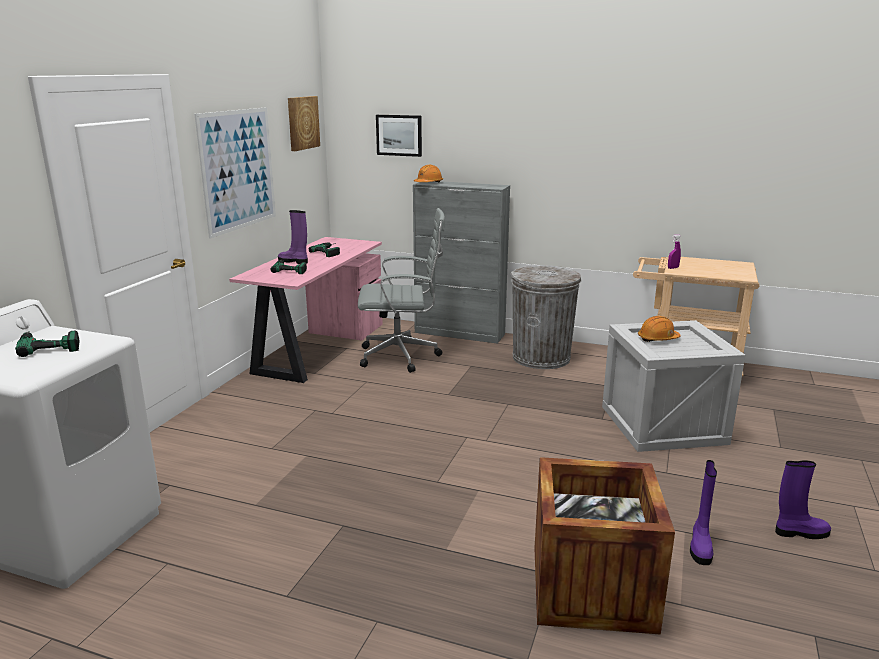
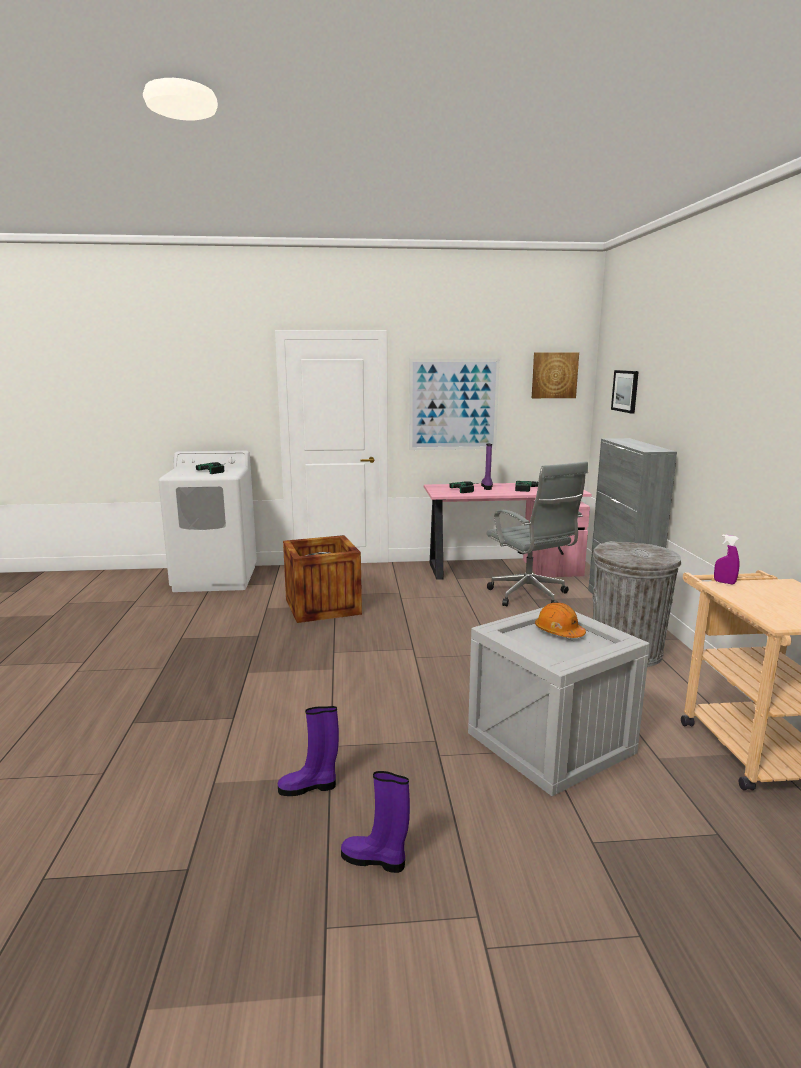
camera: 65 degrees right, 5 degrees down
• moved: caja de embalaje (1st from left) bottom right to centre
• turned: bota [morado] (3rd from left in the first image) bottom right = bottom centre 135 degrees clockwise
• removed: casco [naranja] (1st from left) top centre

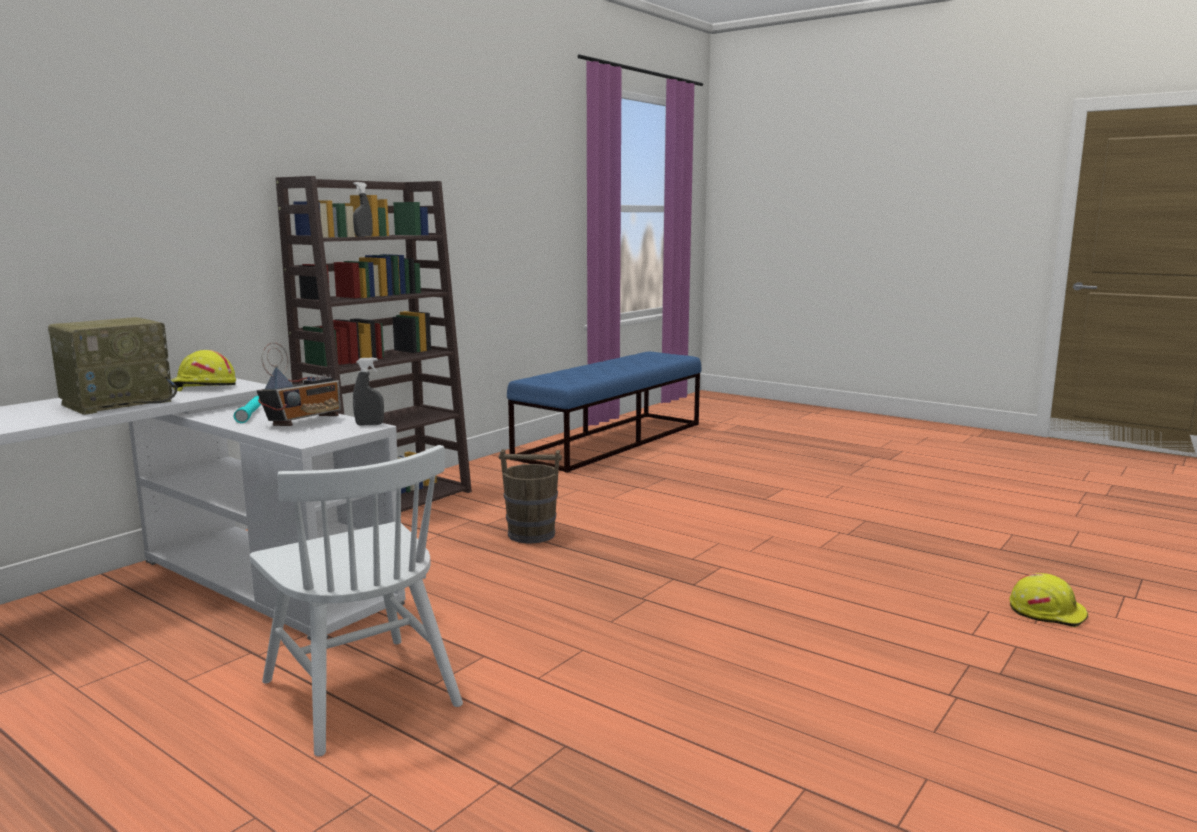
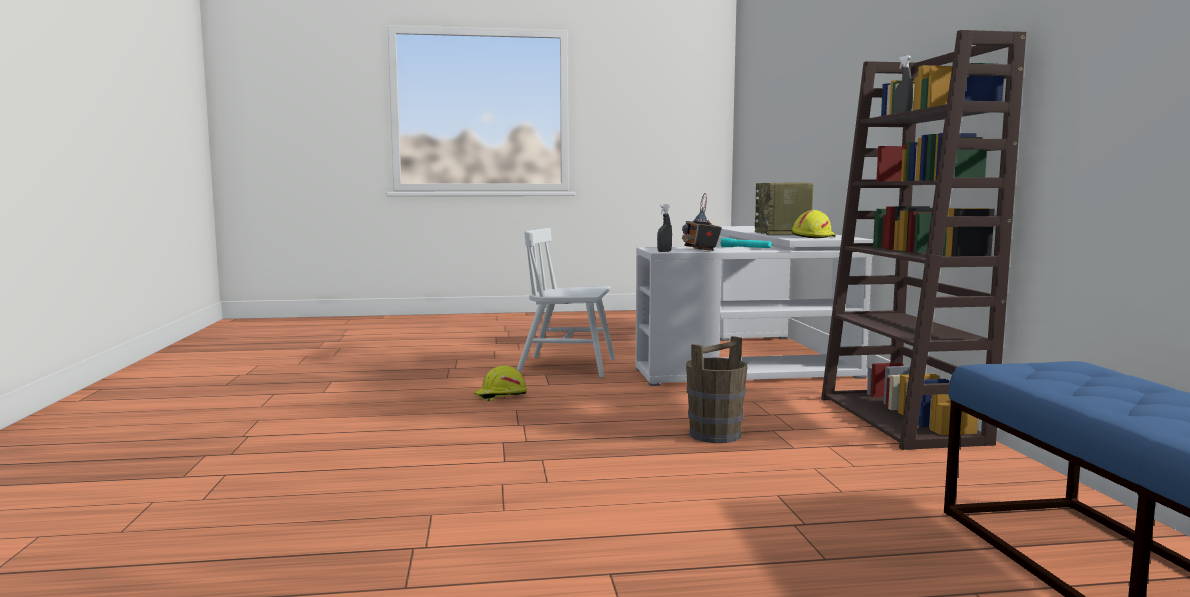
camera: 135 degrees right, 5 degrees down
• moved: casco [amarillo] (2nd from left in the first image) bottom right to casco [amarillo] (1st from left) centre

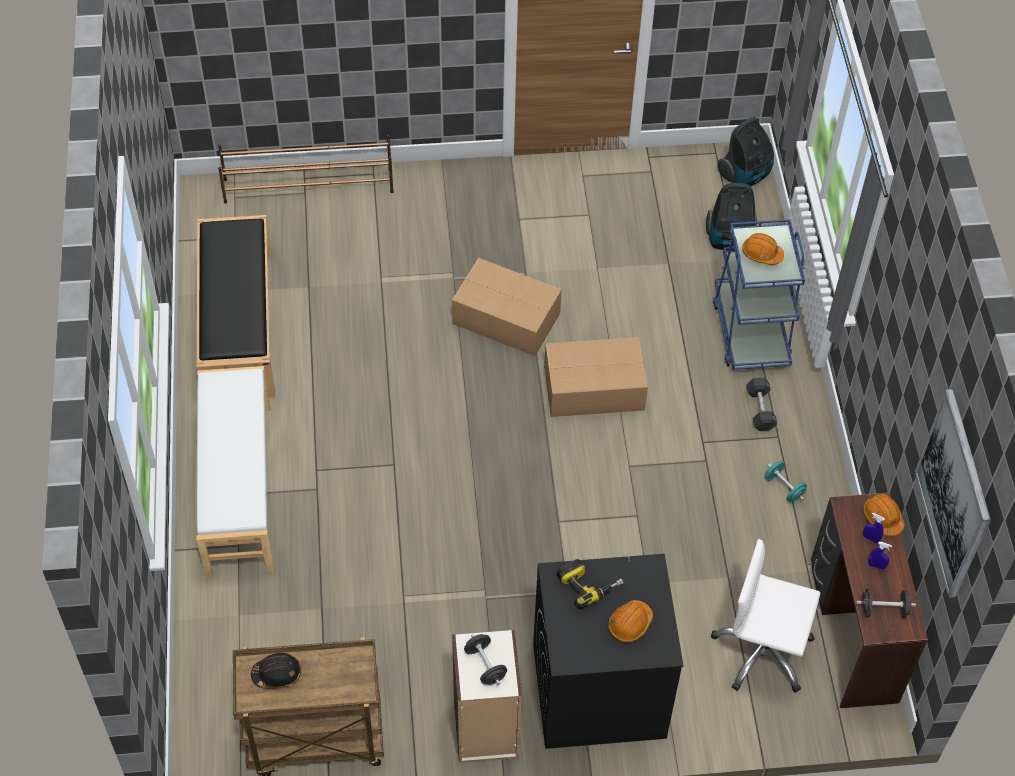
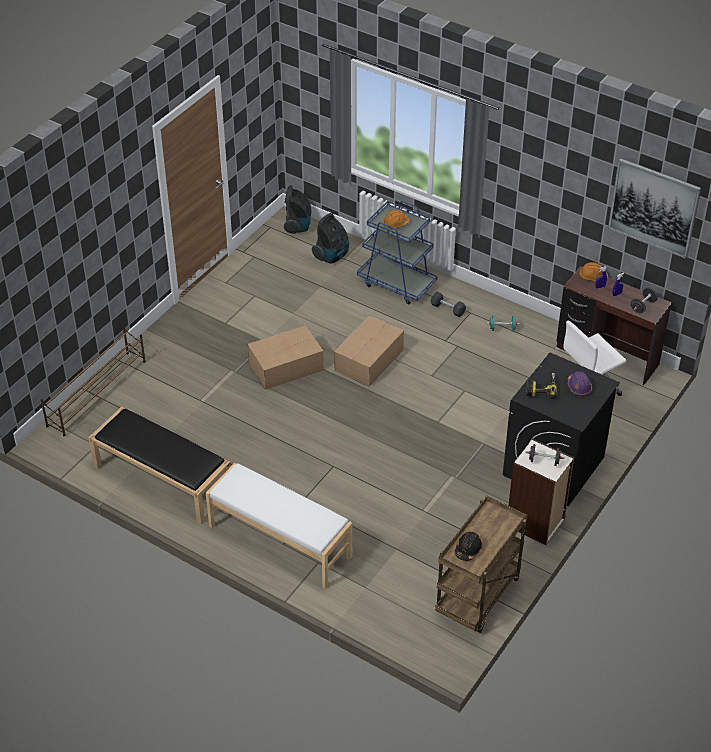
camera: 50 degrees left, 10 degrees down
• recoloured: casco [naranja] (1st from left) bottom centre to casco [morado] middle right

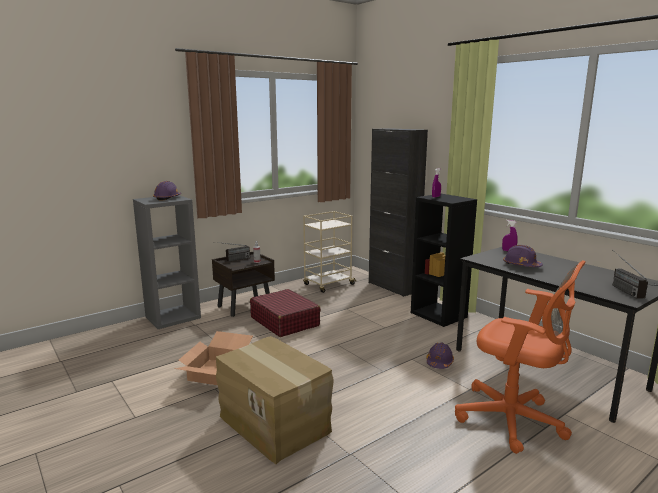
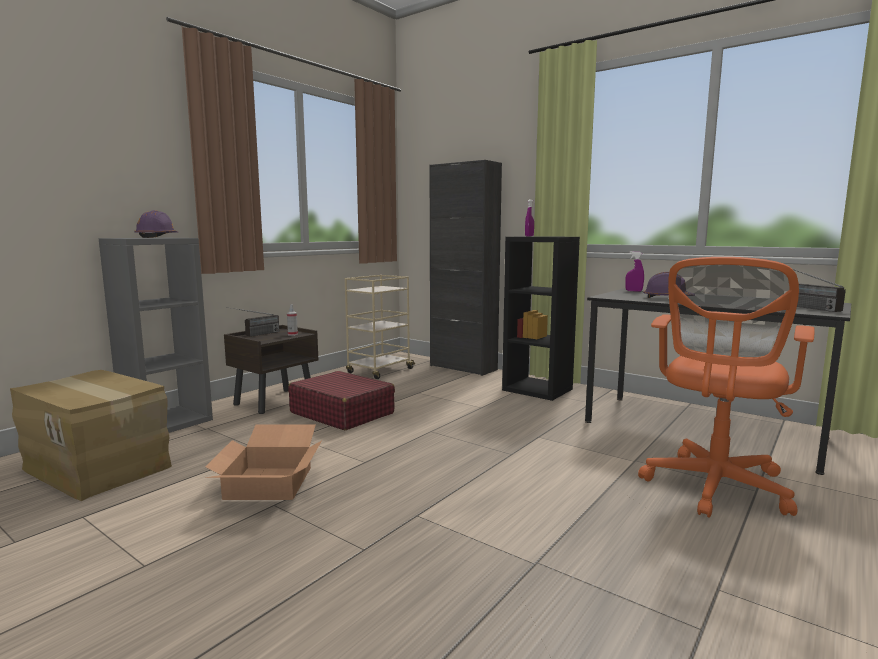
camera: 15 degrees left, 5 degrees down
• moved: caja de cartón (2nd from left in the first image) bottom centre to caja de cartón (1st from left) middle left
• turned: silla de oficina [naranja] bottom right = middle right 105 degrees clockwise
• removed: casco [morado] (2nd from left) bottom right

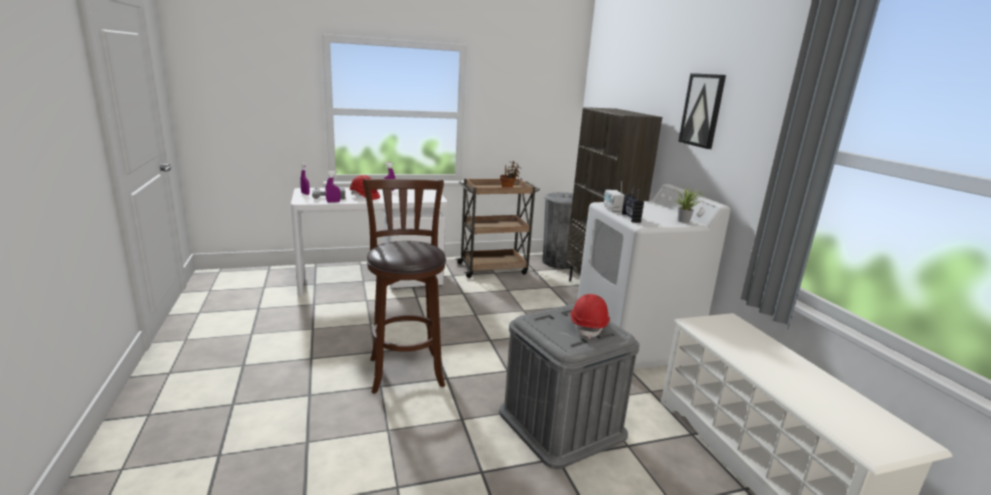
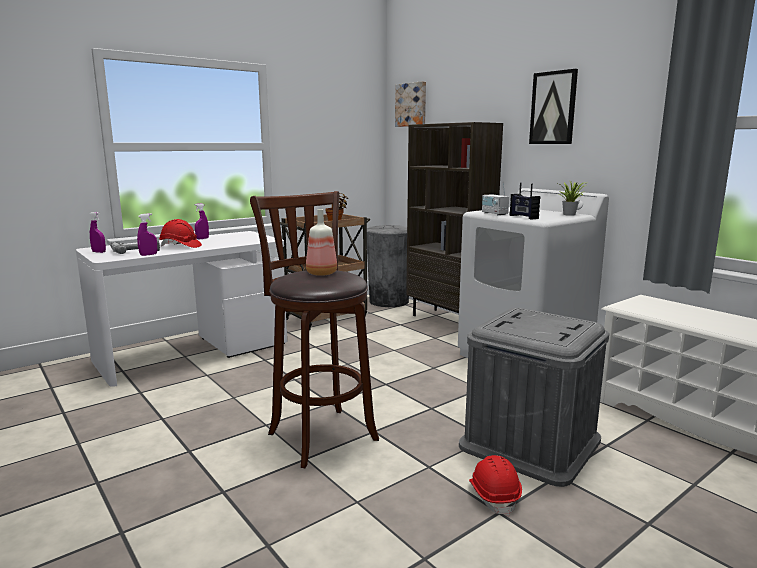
camera: 20 degrees left, 5 degrees down
• added: botella centre
• added: cuadro (1st from left) top centre
• moved: casco [rojo] (2nd from left) centre to bottom centre

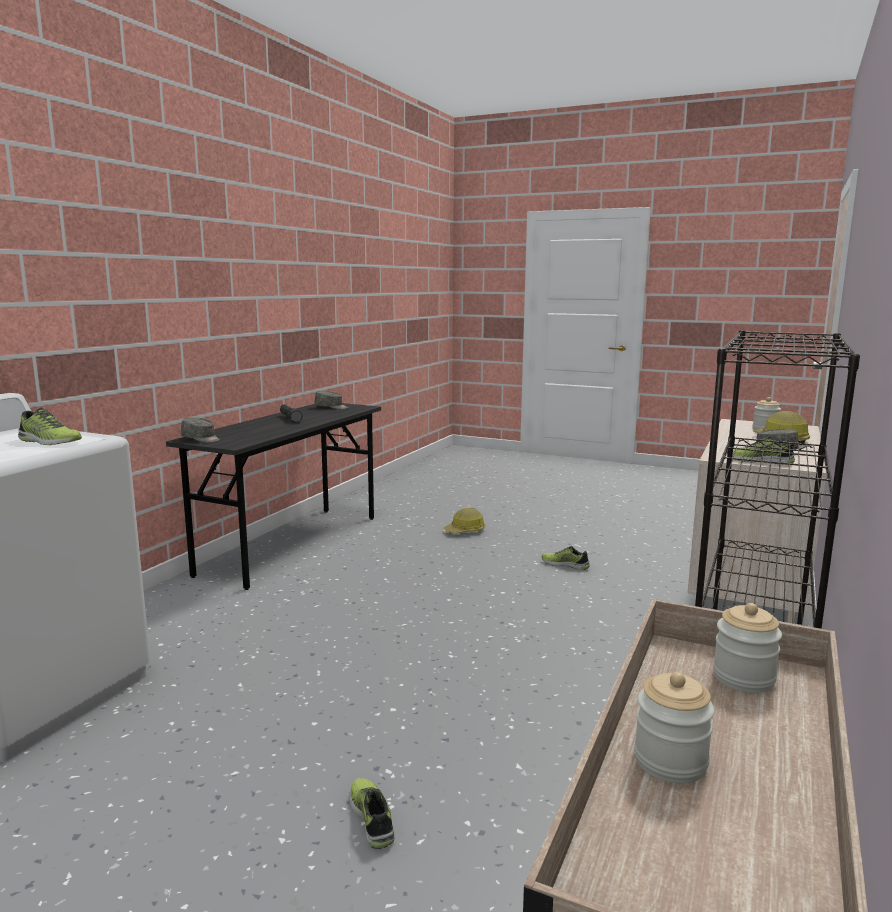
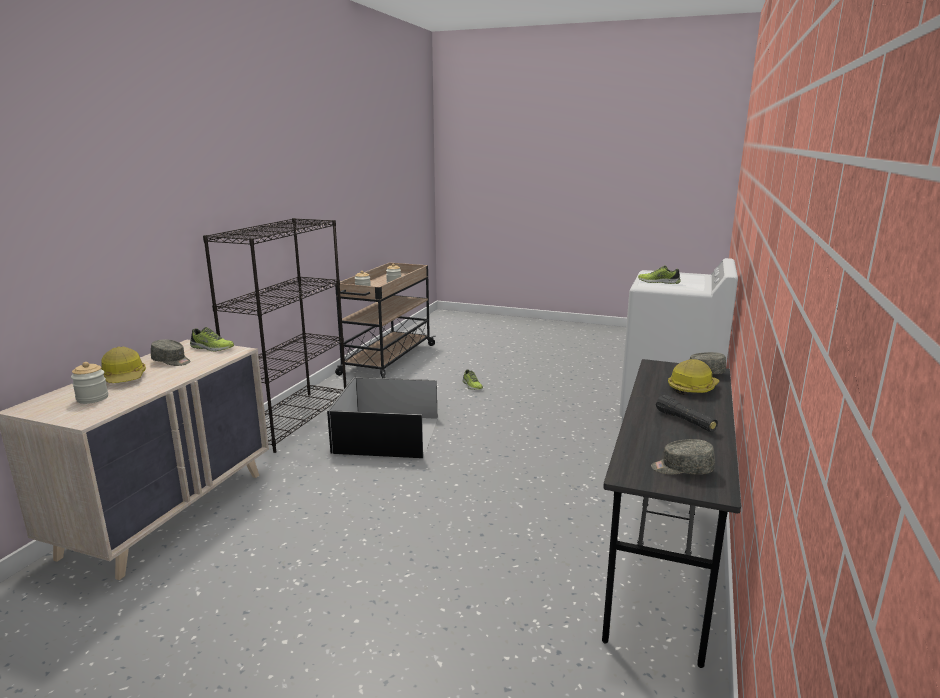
camera: 175 degrees right, 5 degrees up
• added: caja de almacenaje [negro] centre
• moved: casco (1st from left in the first image) centre to casco (2nd from left) middle right
• removed: zapato (3rd from left) centre

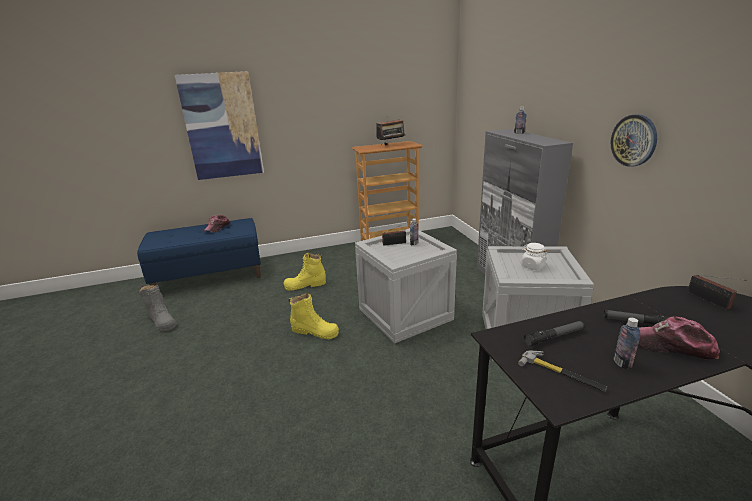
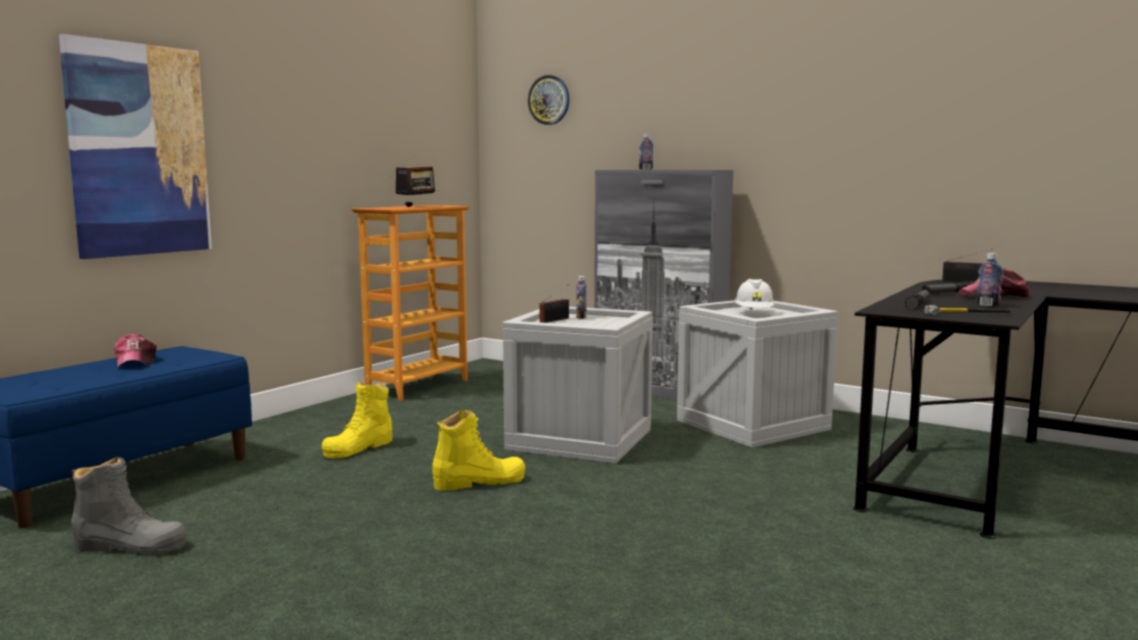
camera: 40 degrees left, 15 degrees down
• moved: reloj de pared top right to top centre
• replaced: tarro [blanco] middle right to casco [blanco] centre

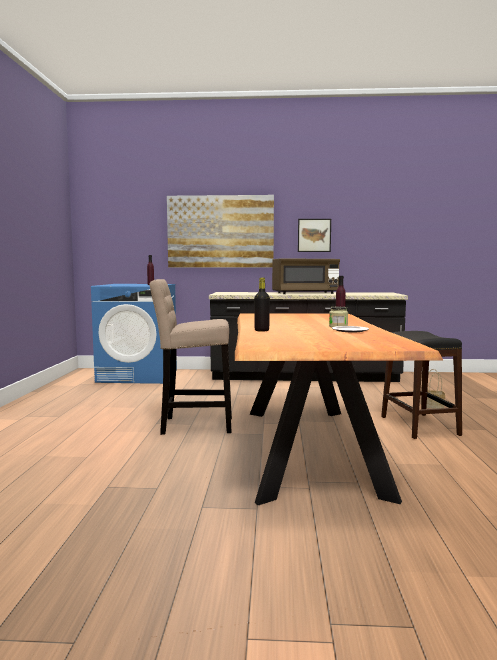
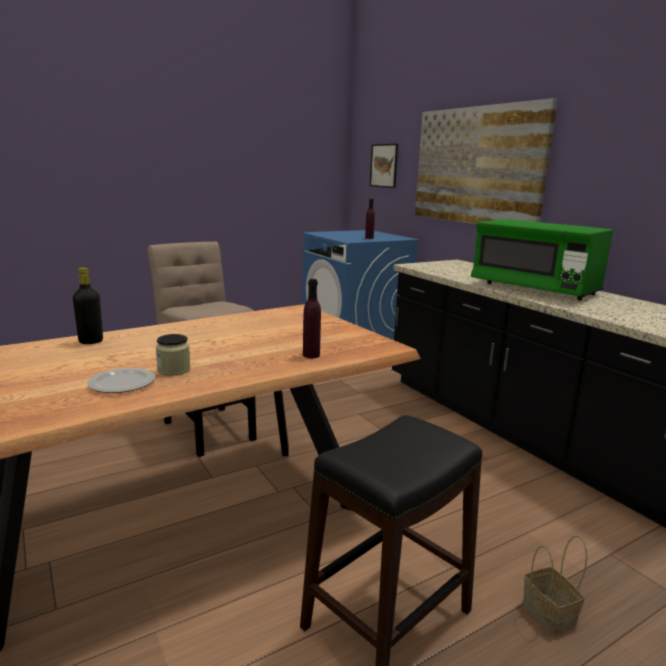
camera: 55 degrees right, 10 degrees up
• moved: cuadro (2nd from left in the first image) centre to cuadro (1st from left) top centre
• recoloured: microondas [marrón] centre to microondas [verde] middle right

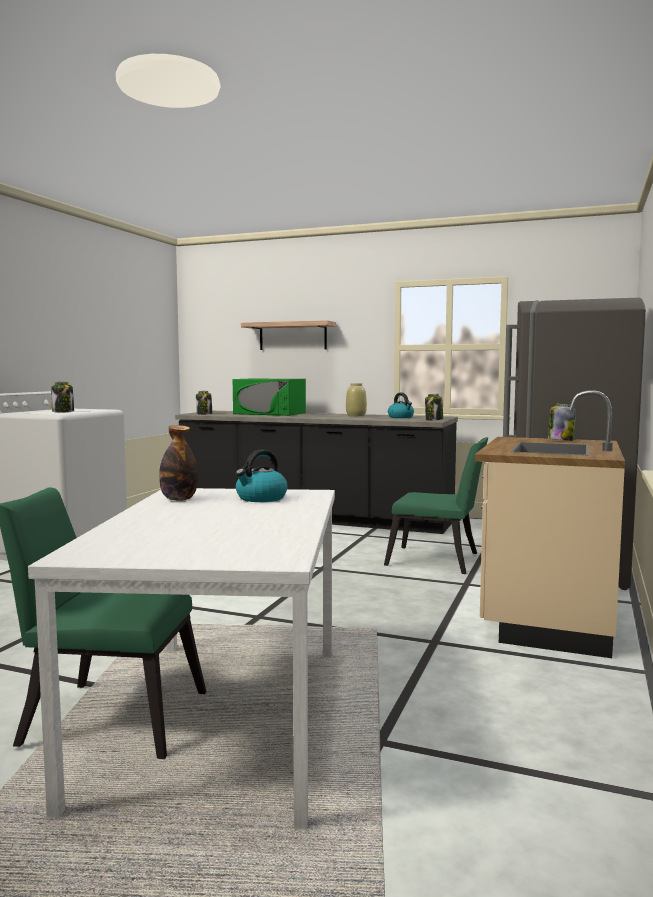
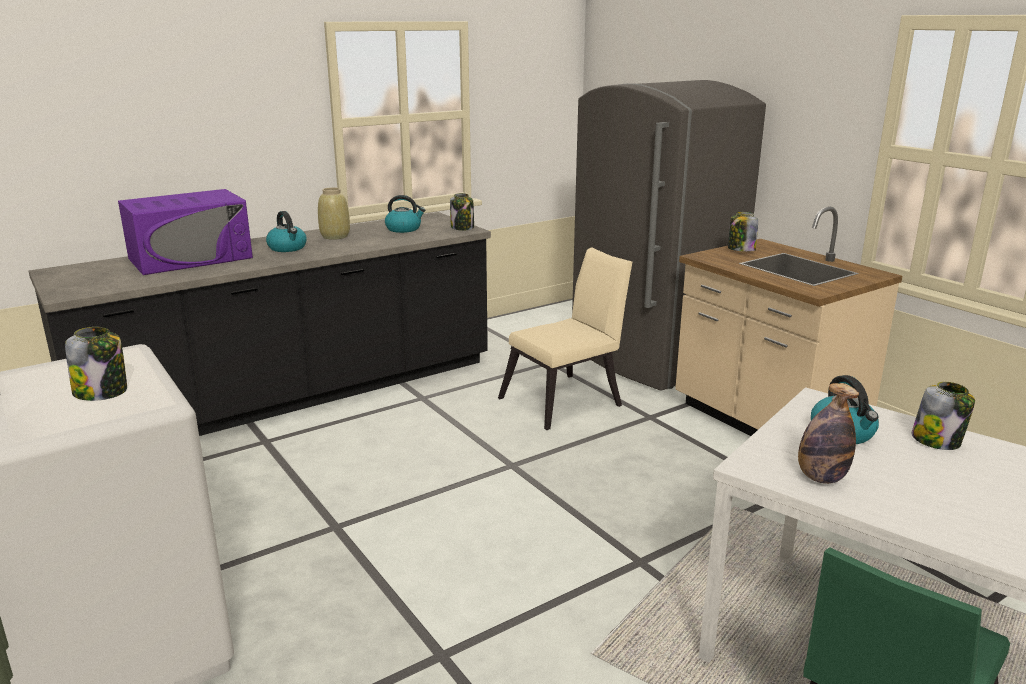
camera: 55 degrees left, 15 degrees up
• recoloured: microondas [verde] centre to microondas [morado] middle left
• added: hervidor (1st from left) middle left
• recoloured: silla [verde] (2nd from left) middle right to silla [beis] centre
• moved: tarro (2nd from left in the first image) middle left to tarro (4th from left) middle right
• removed: estante centre

